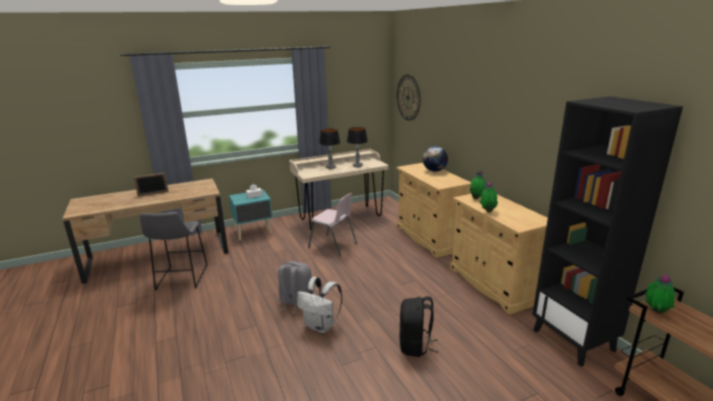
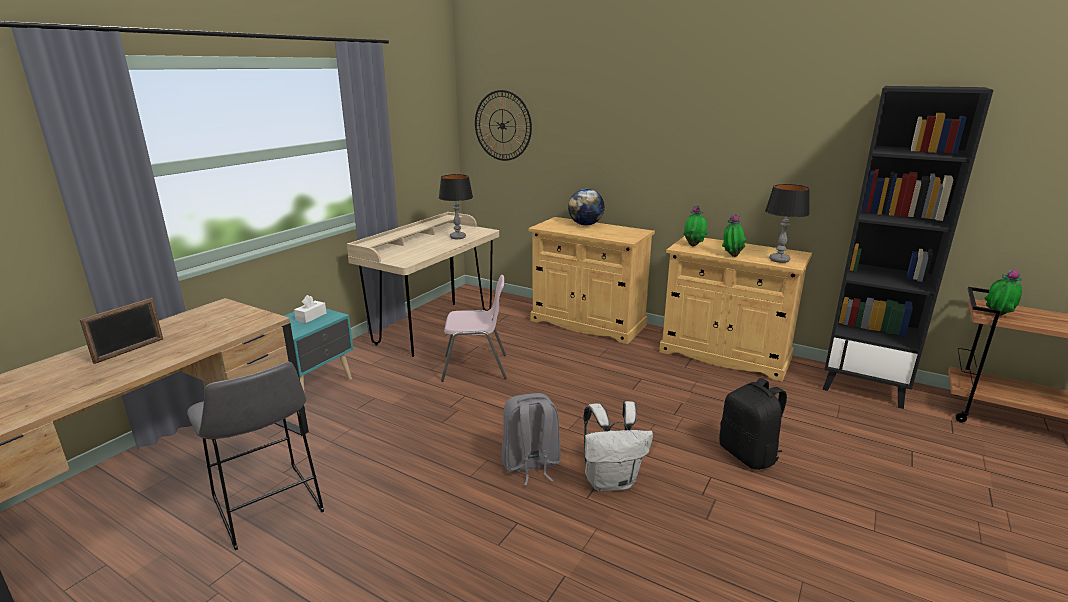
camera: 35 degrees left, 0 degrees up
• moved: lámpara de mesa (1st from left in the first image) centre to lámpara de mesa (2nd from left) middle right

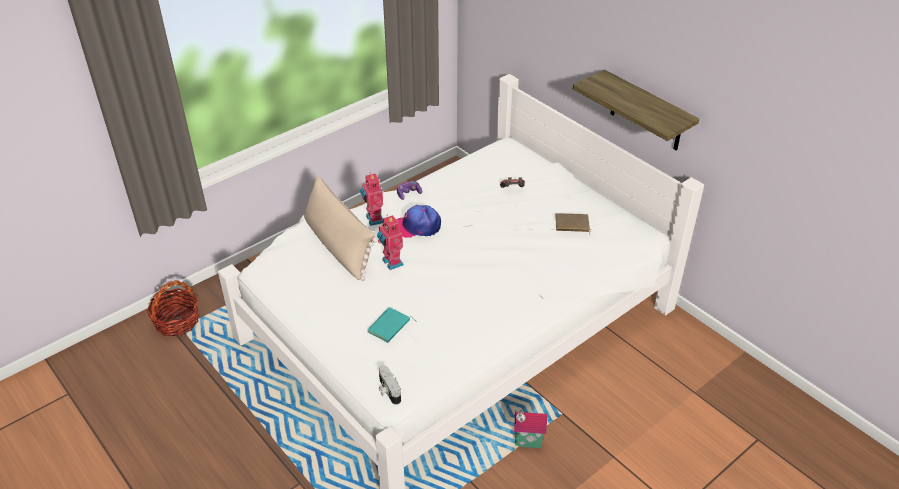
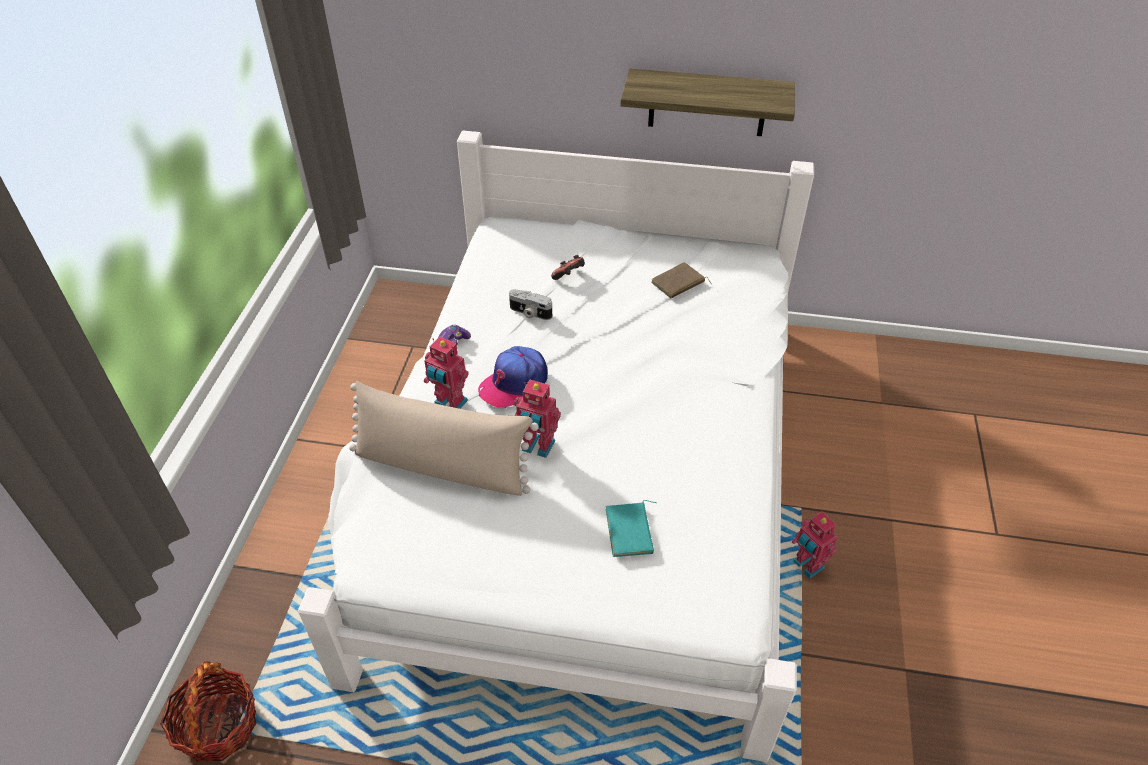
camera: 40 degrees left, 5 degrees up
• moved: cámara bottom centre to centre
• replaced: casita bottom centre to robot de juguete (3rd from left) bottom right

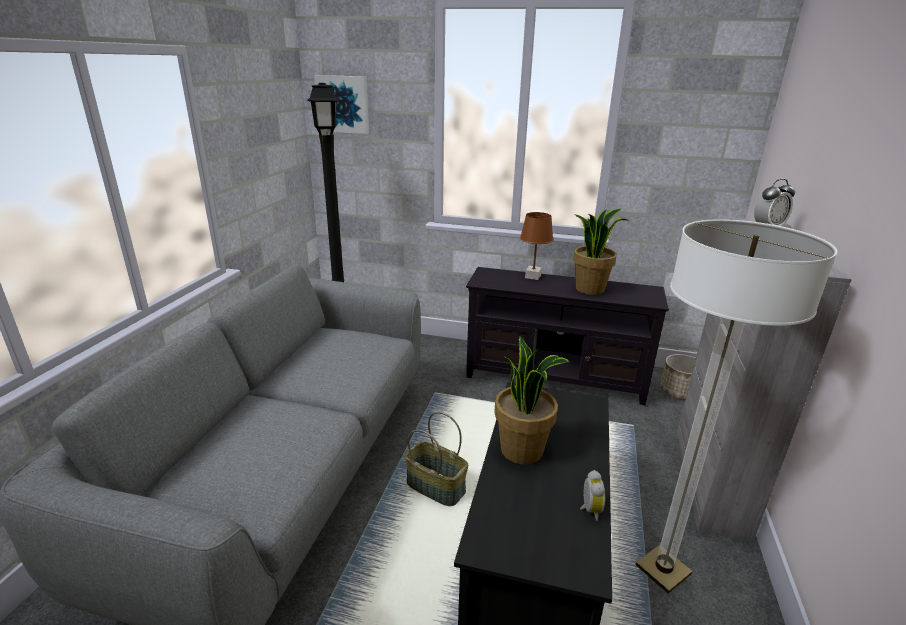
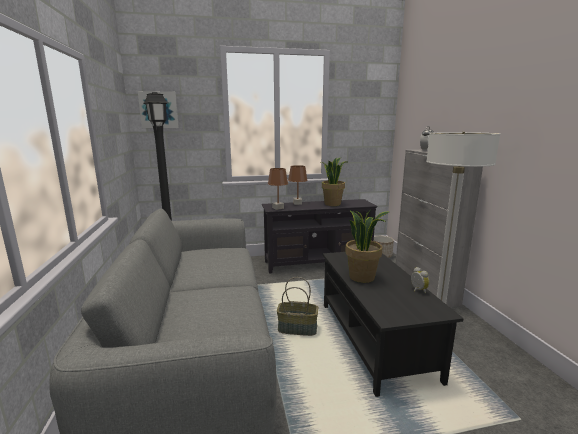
camera: 25 degrees left, 10 degrees down
• added: lámpara de mesa [marrón] (1st from left) centre

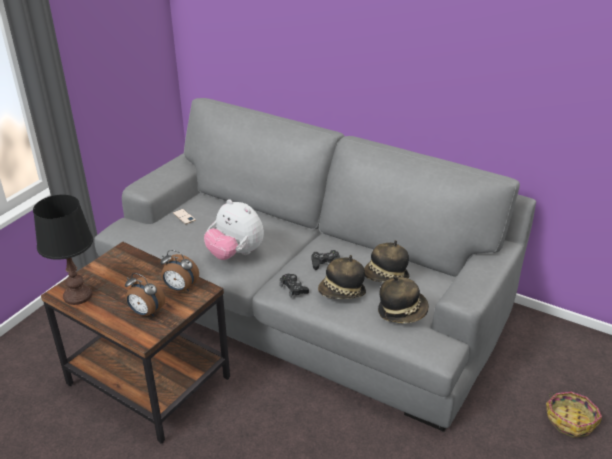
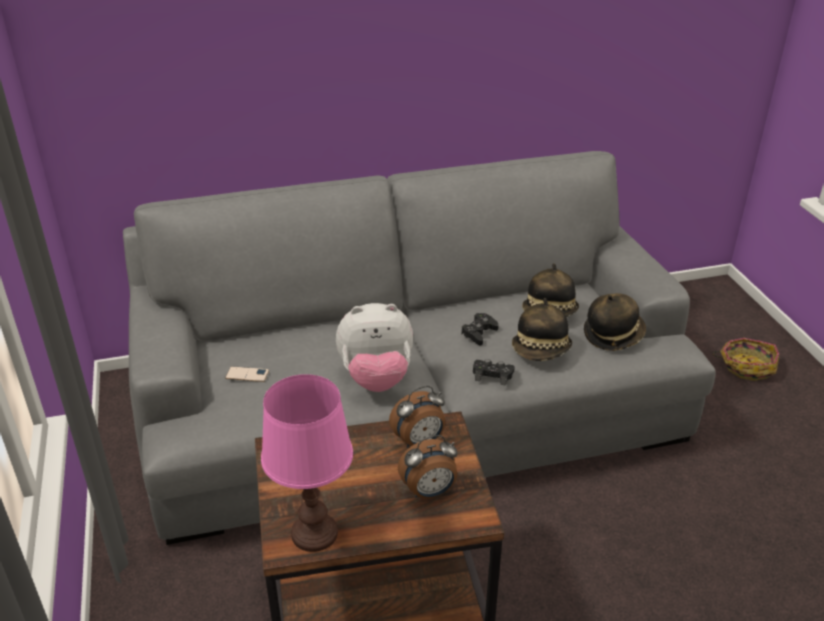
camera: 45 degrees left, 0 degrees up
• recoloured: lámpara de mesa [negro] middle left to lámpara de mesa [rosa] bottom centre

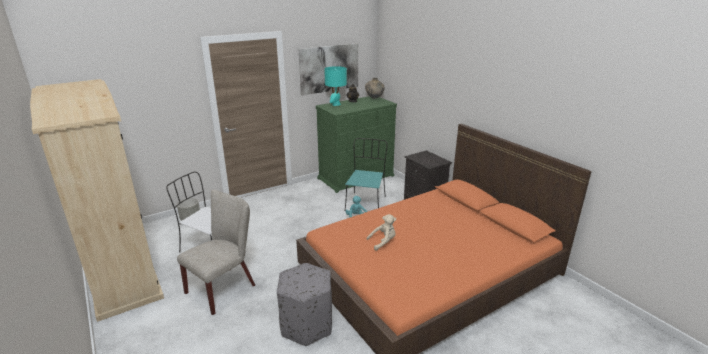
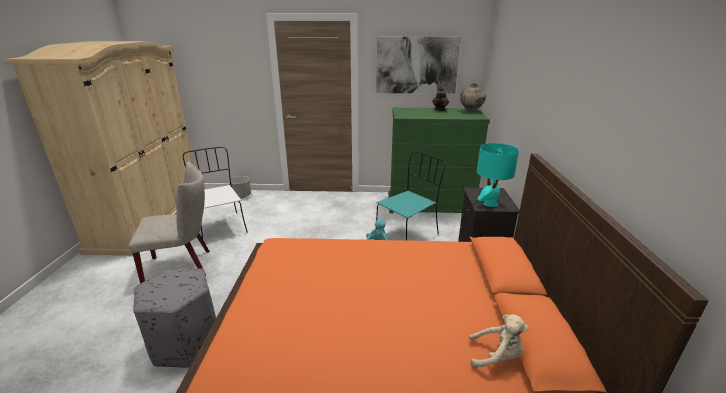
camera: 35 degrees right, 0 degrees up
• moved: peluche [beis] centre to bottom right
• moved: lámpara de mesa [turquesa] top centre to middle right

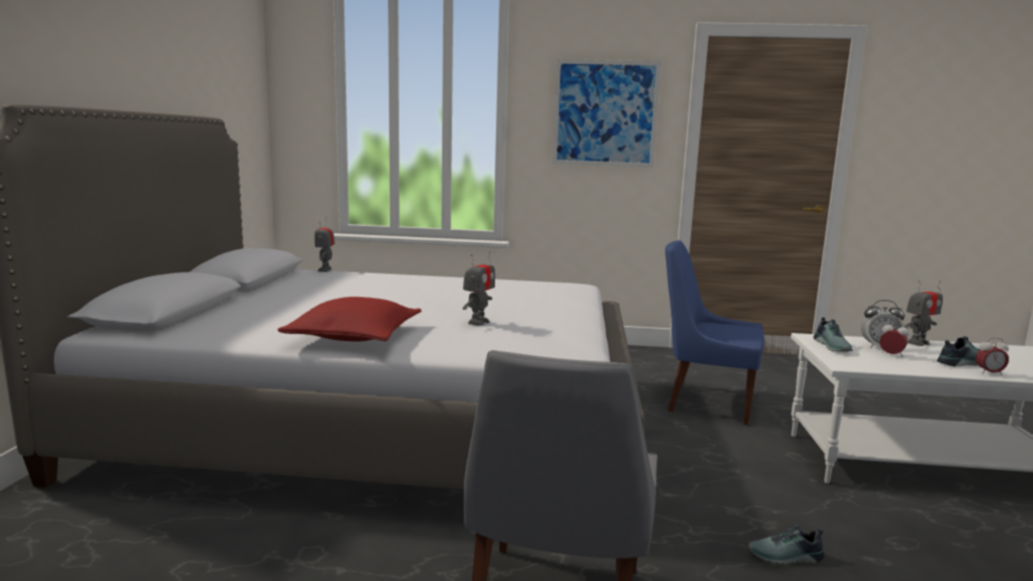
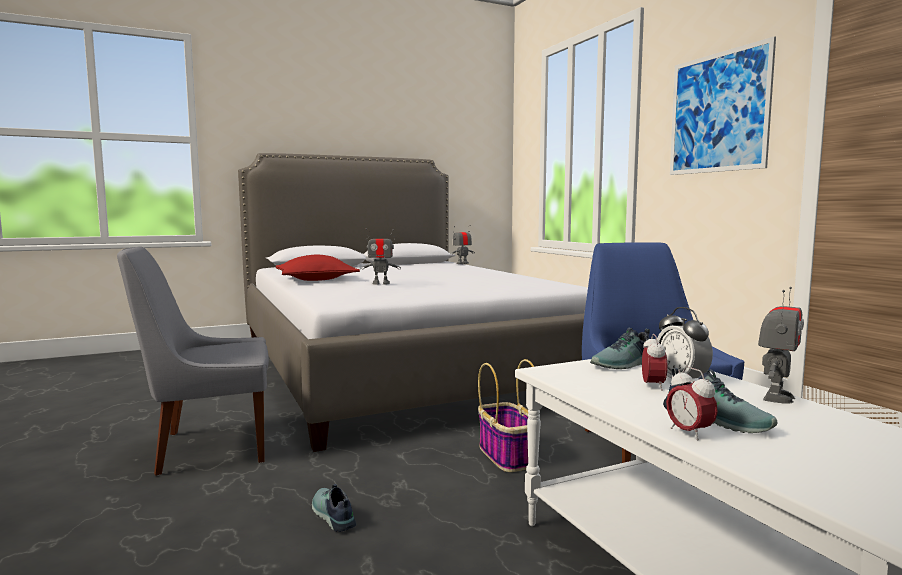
camera: 60 degrees right, 5 degrees down
• added: cesta bottom centre
• turned: robot de juguete (3rd from left) middle right = middle right 90 degrees counterclockwise

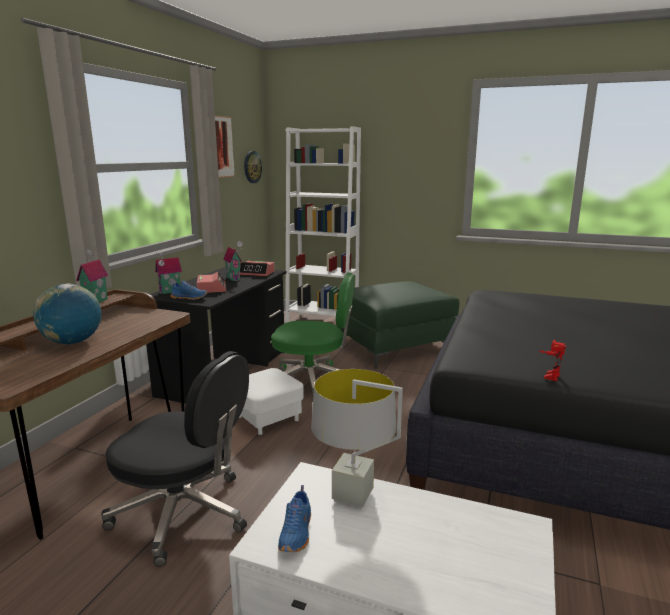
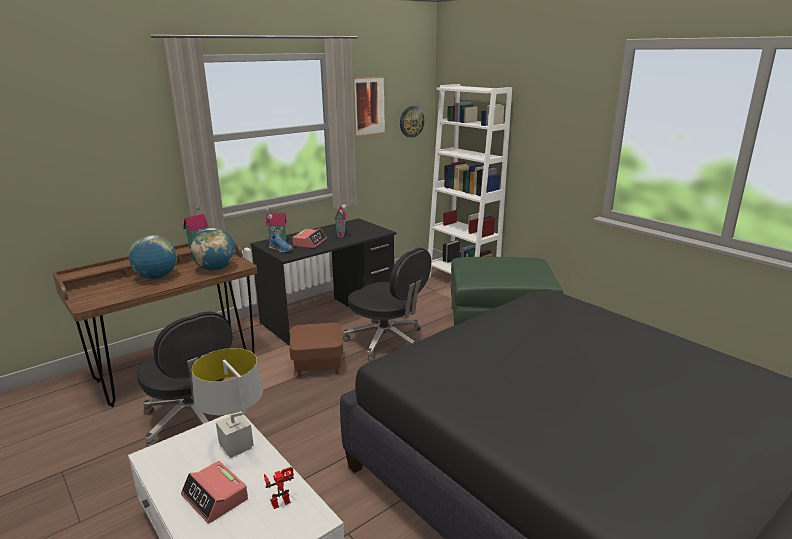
camera: 30 degrees right, 5 degrees up
• moved: despertador (2nd from left in the first image) centre to despertador (1st from left) bottom left
• added: globo terráqueo (2nd from left) middle left
• moved: robot de juguete middle right to bottom centre
• recoloured: puf [blanco] centre to puf [marrón] centre
• recoloured: silla de oficina [verde] centre to silla de oficina [negro] (2nd from left) centre
• removed: zapato [azul] (2nd from left) bottom centre

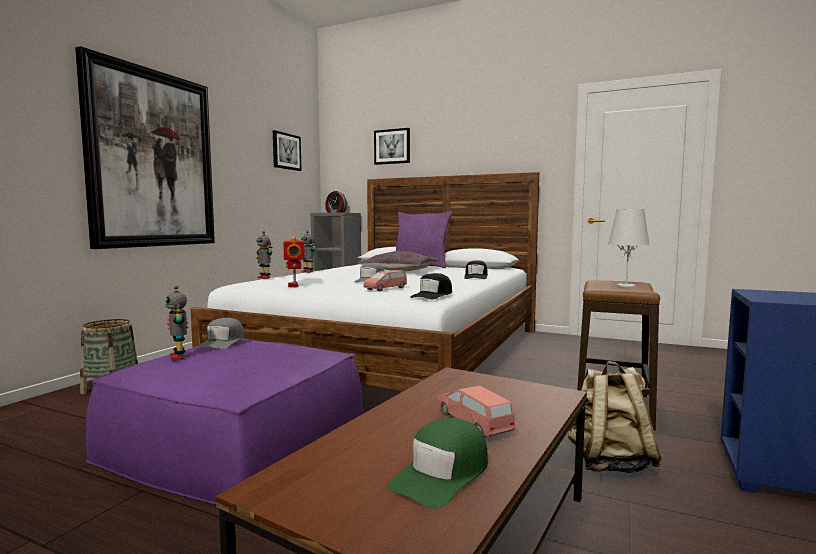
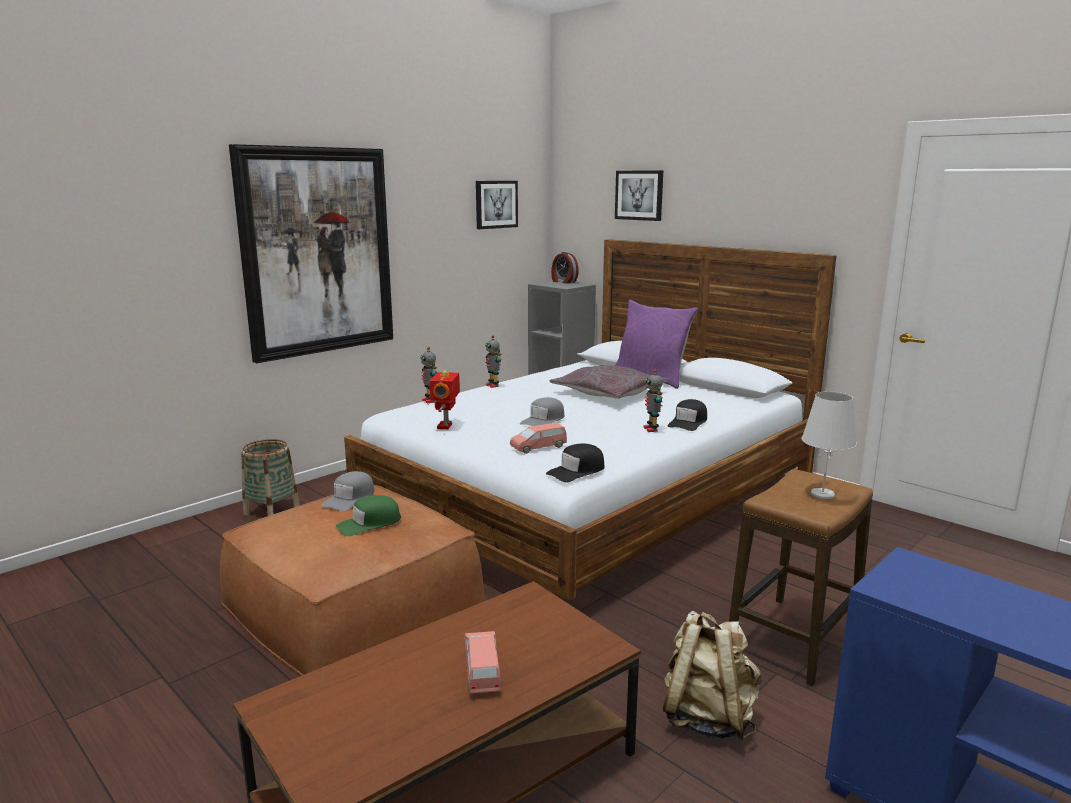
camera: 20 degrees right, 10 degrees up
• recoloured: puf [morado] bottom left to puf [marrón] bottom left
• moved: gorra [verde] bottom centre to centre
• moved: robot de juguete (1st from left in the first image) middle left to robot de juguete (4th from left) centre

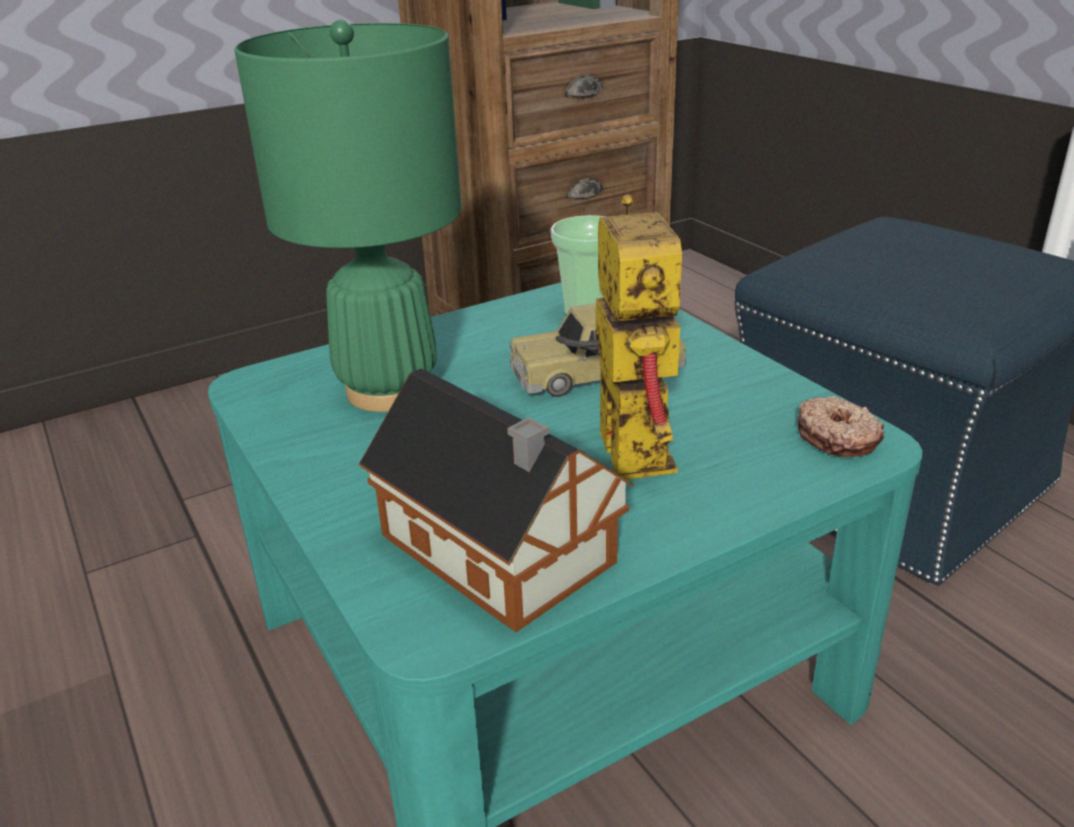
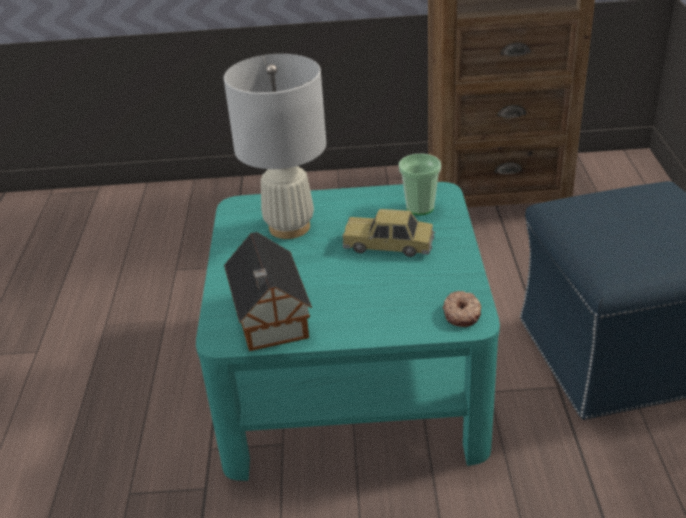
camera: 30 degrees right, 5 degrees up
• recoloured: lámpara de mesa [verde] top left to lámpara de mesa [blanco] top centre
• removed: robot de juguete centre

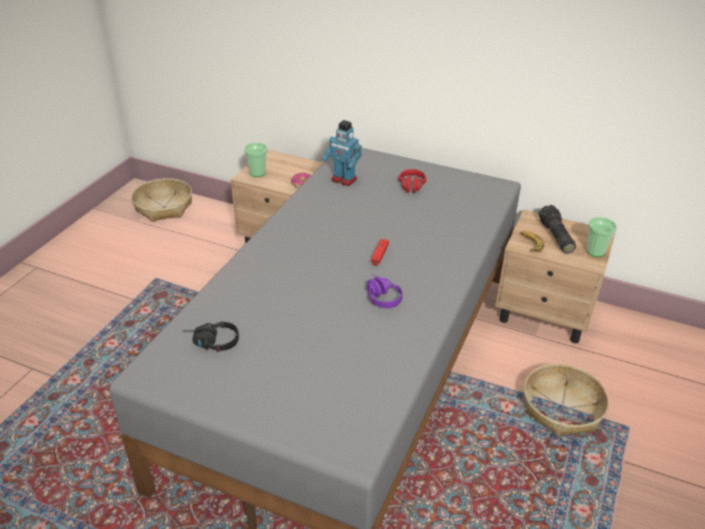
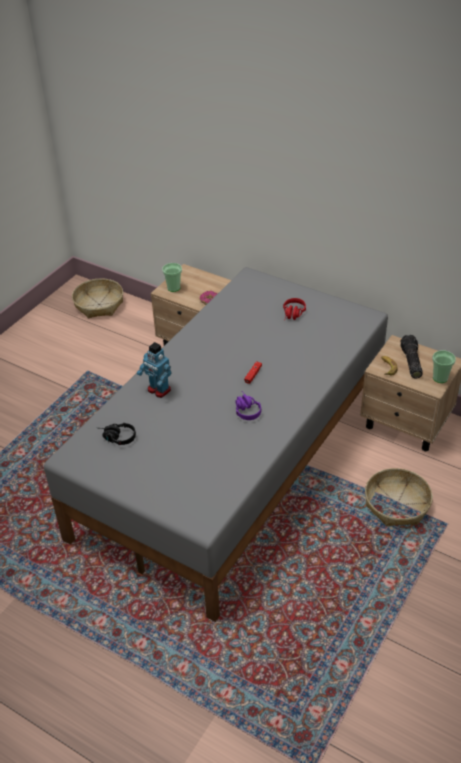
camera: 10 degrees right, 5 degrees up
• moved: robot de juguete top centre to centre

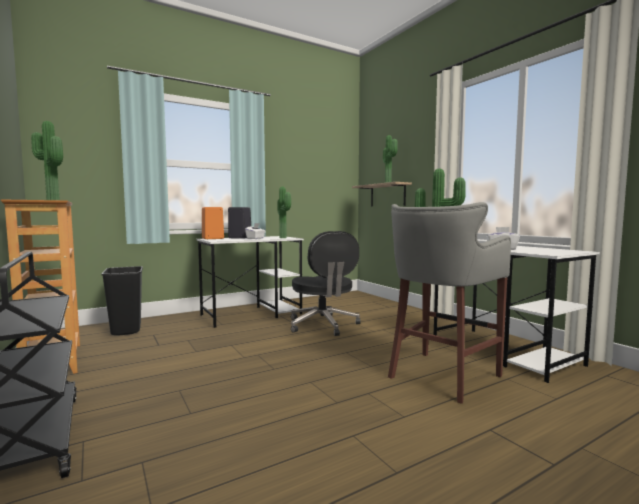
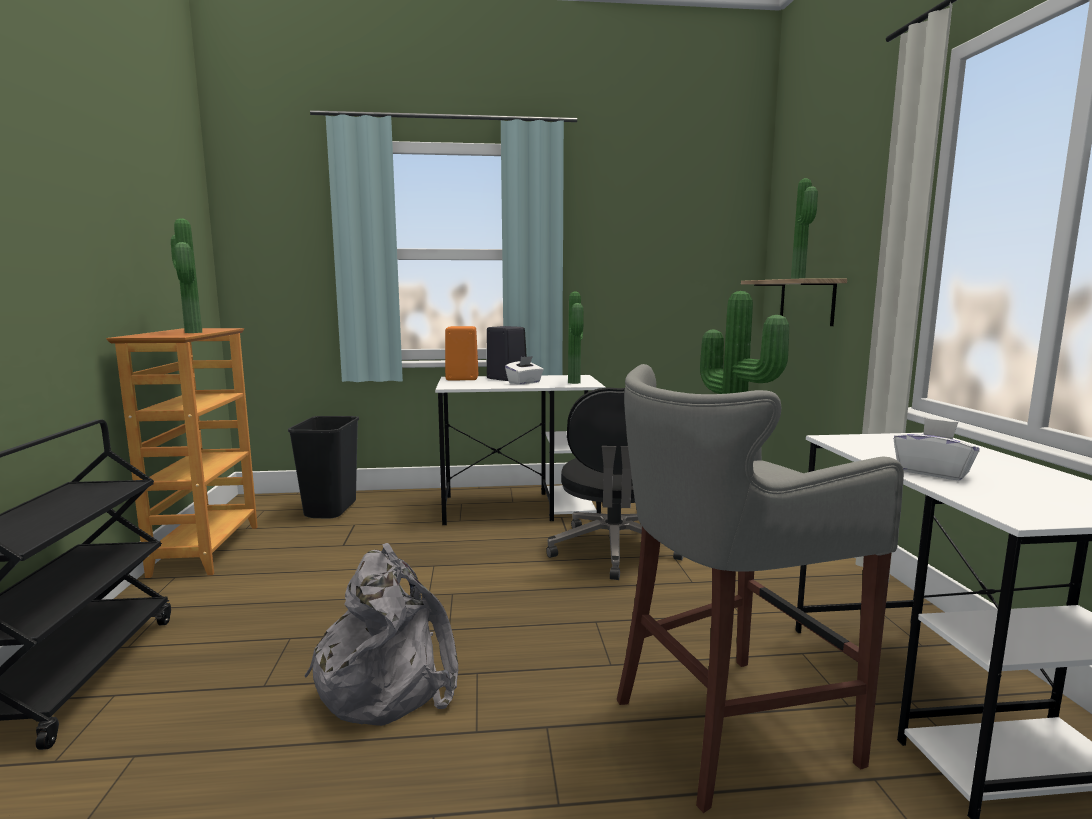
camera: 25 degrees right, 5 degrees up
• added: mochila [gris] bottom centre

